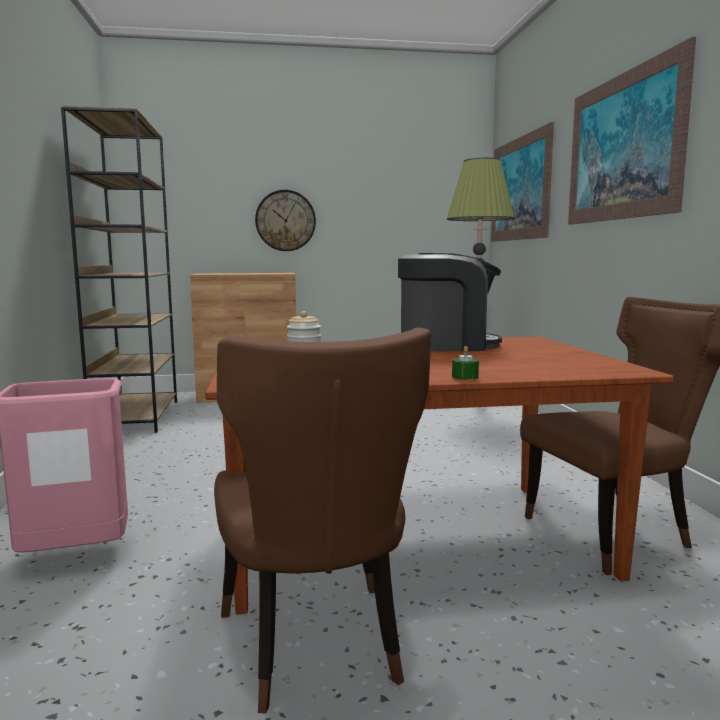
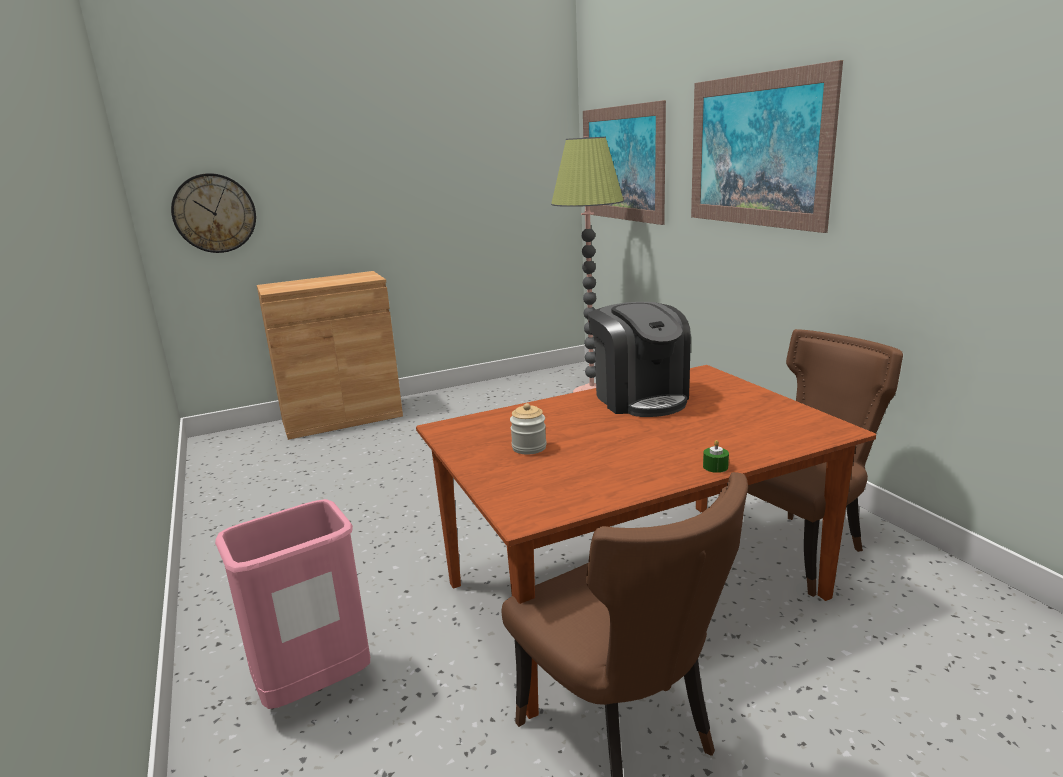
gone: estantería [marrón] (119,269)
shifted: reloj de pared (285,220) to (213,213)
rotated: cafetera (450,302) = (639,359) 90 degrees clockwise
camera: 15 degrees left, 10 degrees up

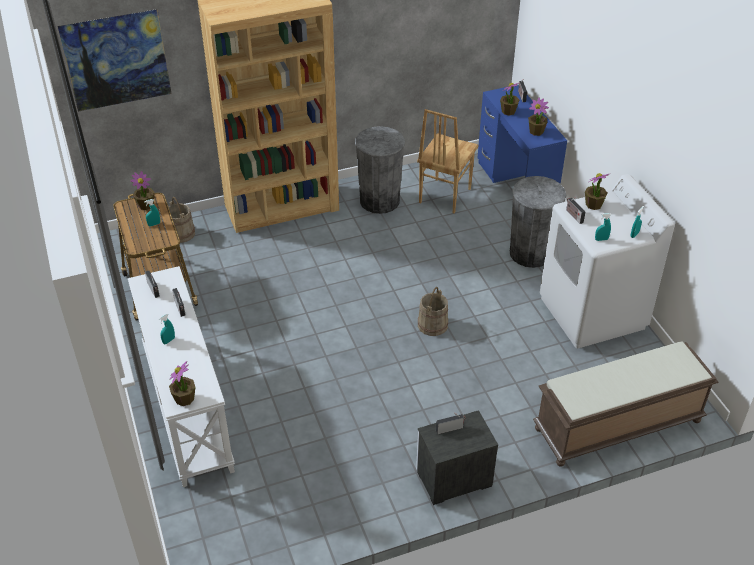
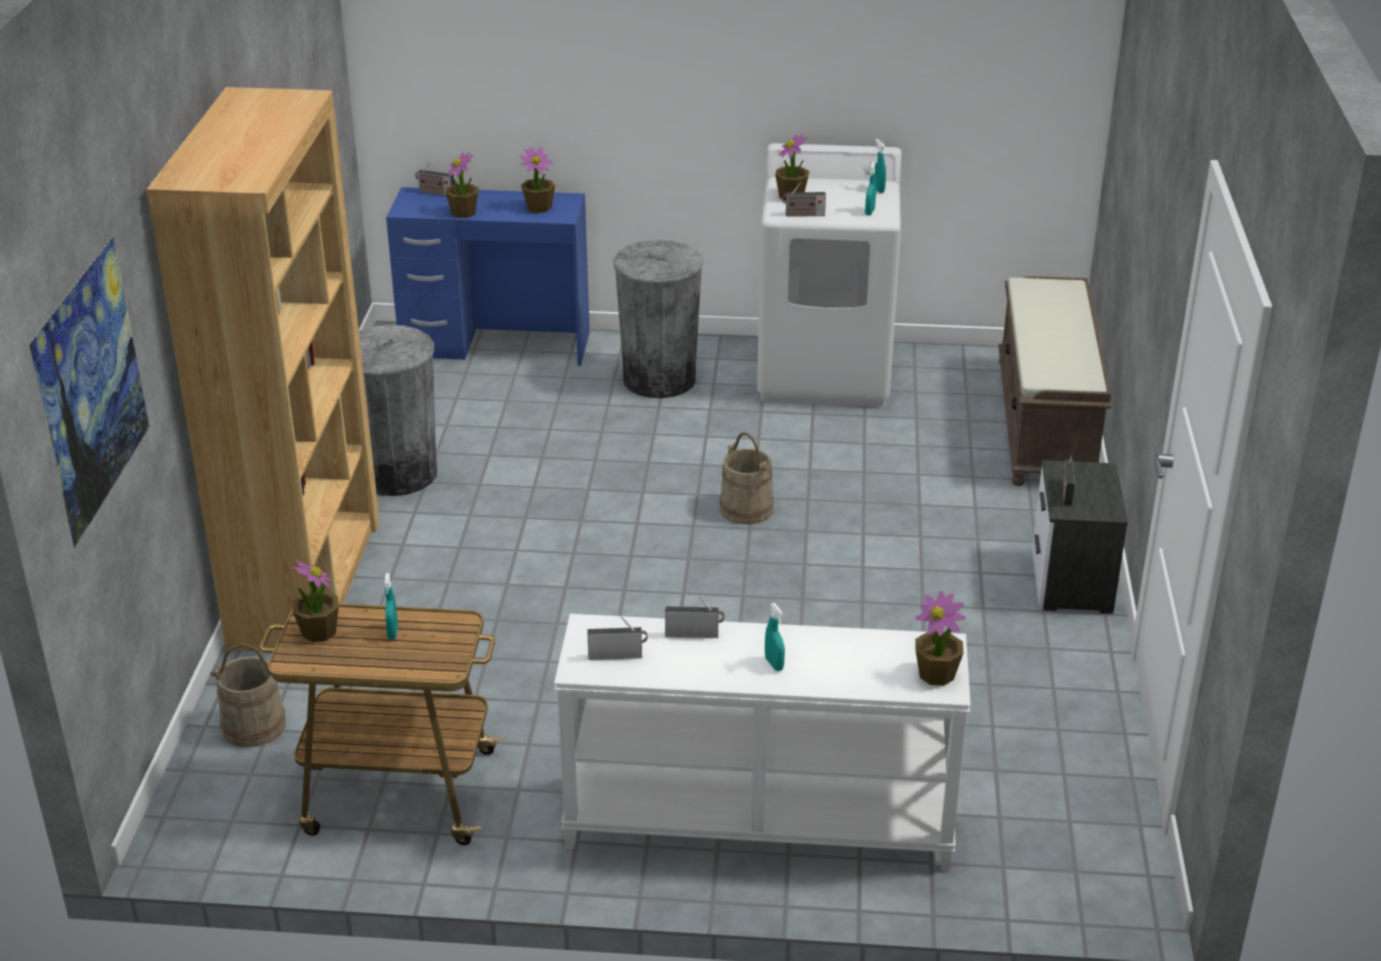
gone: silla [marrón] (447,161)
camera: 65 degrees left, 10 degrees down

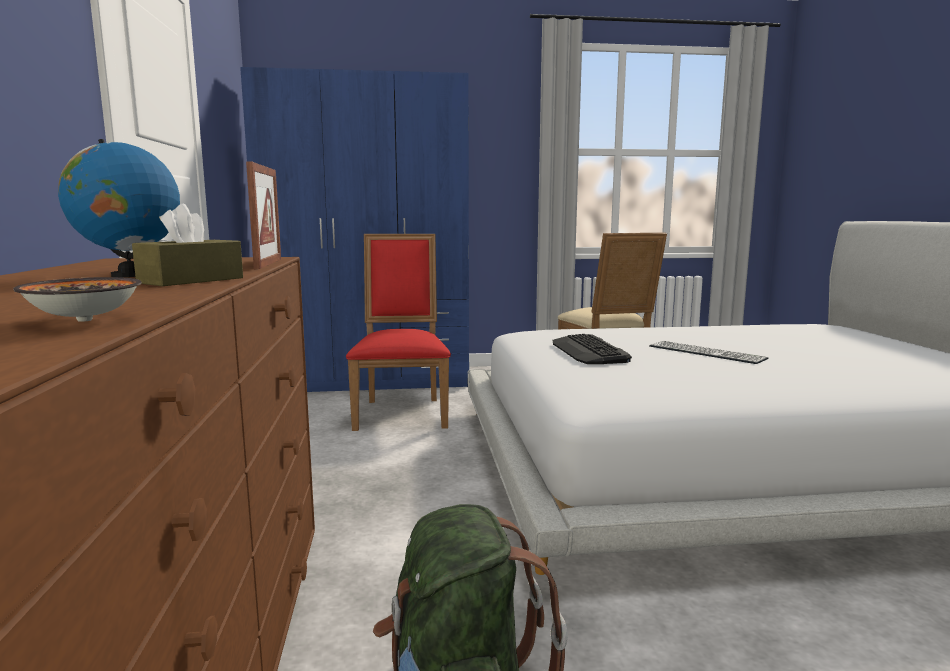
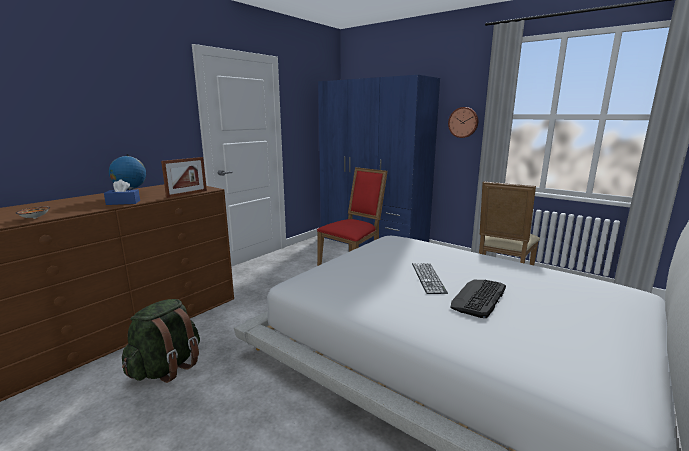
new: reloj de pared (463,122)
shifted: teclado (592,349) to (478,299)
repainted: caja de pañuelos [marrón] (187,245) to caja de pañuelos [azul] (122,192)
camera: 45 degrees right, 5 degrees up

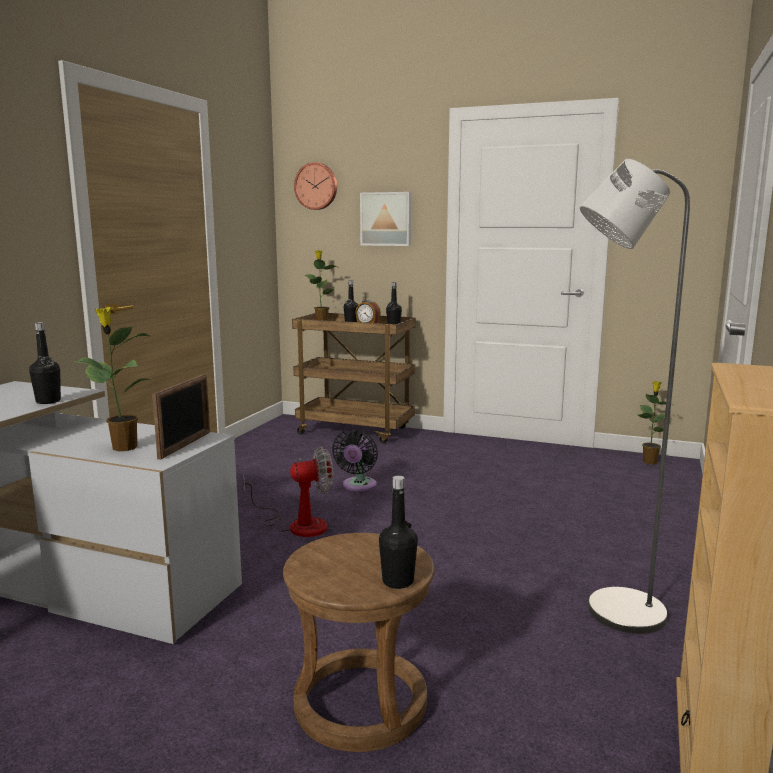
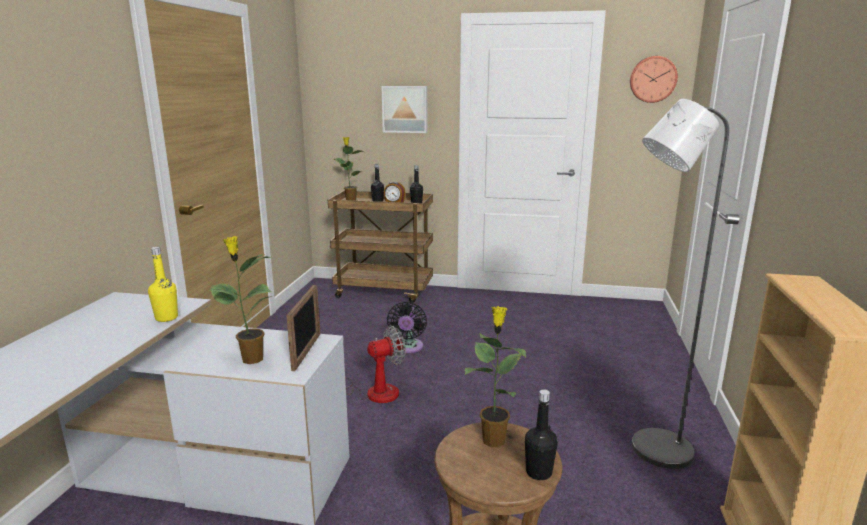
shifted: reloj de pared (315,186) to (654,79); planta en maceta (655,422) to (495,377)
repainted: botella [negro] (45,363) to botella [amarillo] (163,284)
camera: 10 degrees left, 5 degrees up

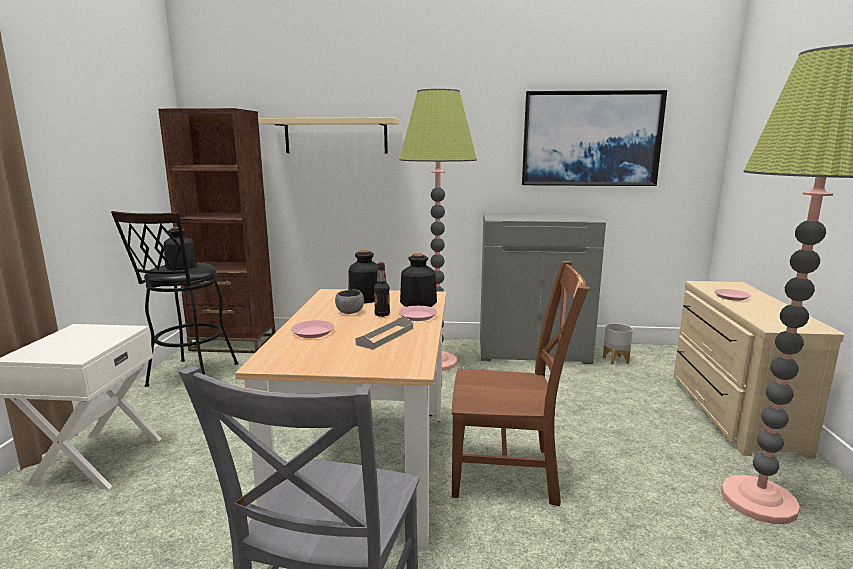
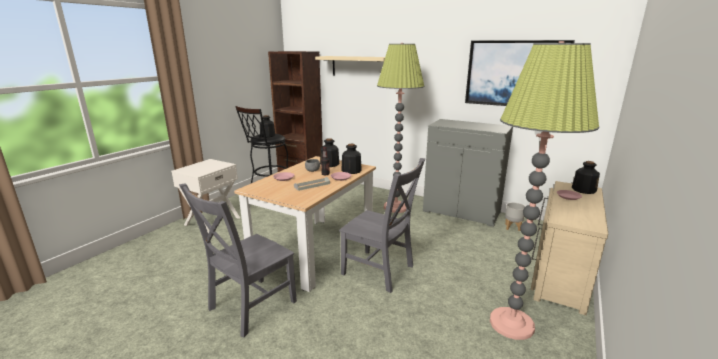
new: botella (586,177)
repainted: silla [marrón] (520,383) to silla [gris] (382,225)
camera: 25 degrees right, 5 degrees up

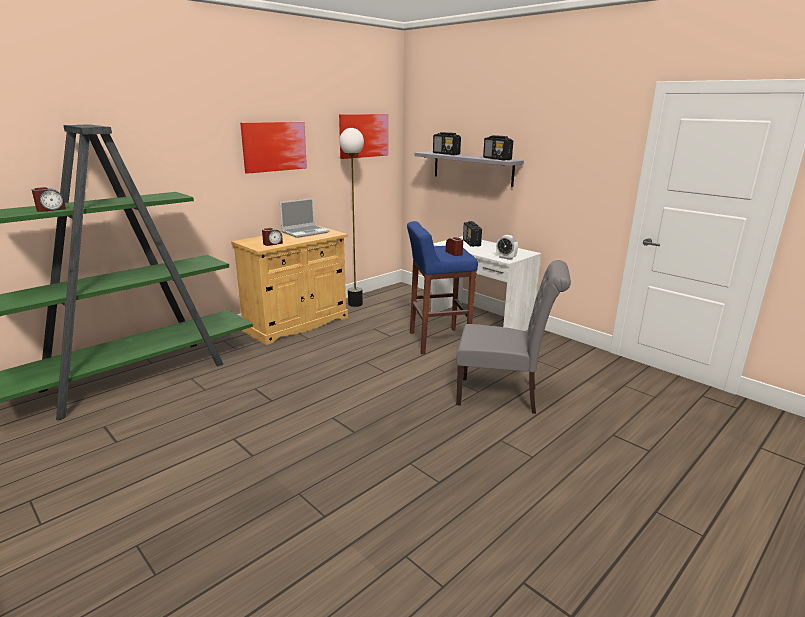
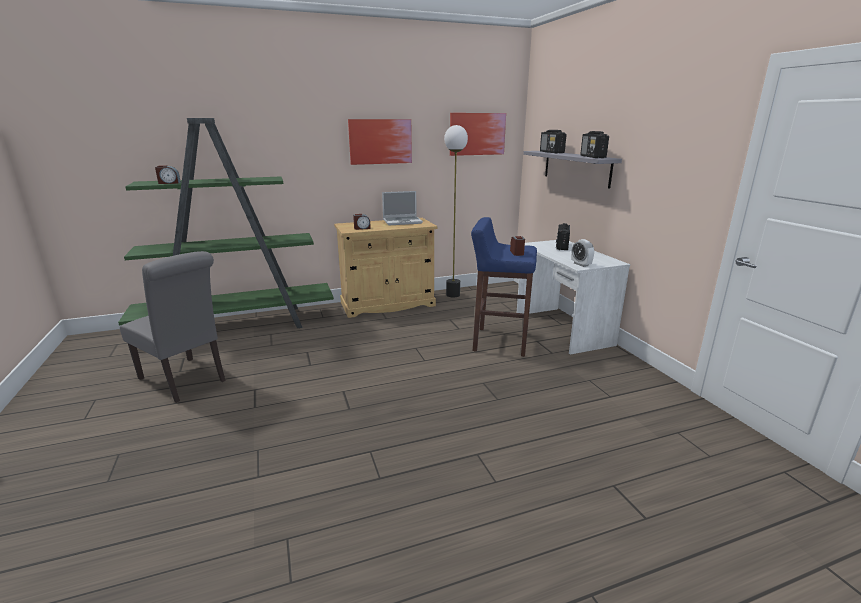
shifted: silla [gris] (513,337) to (173,327)
camera: 25 degrees right, 0 degrees up

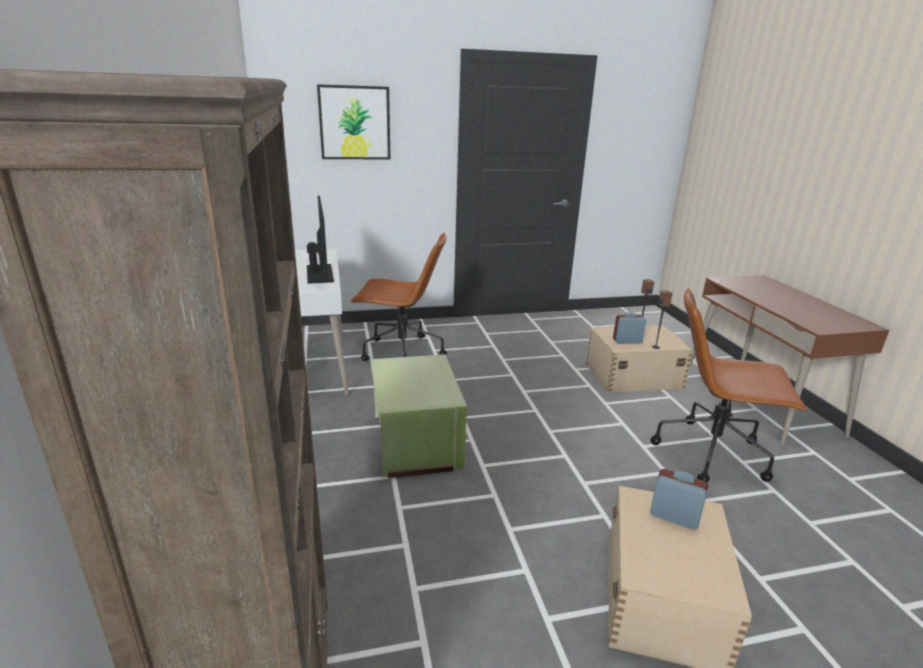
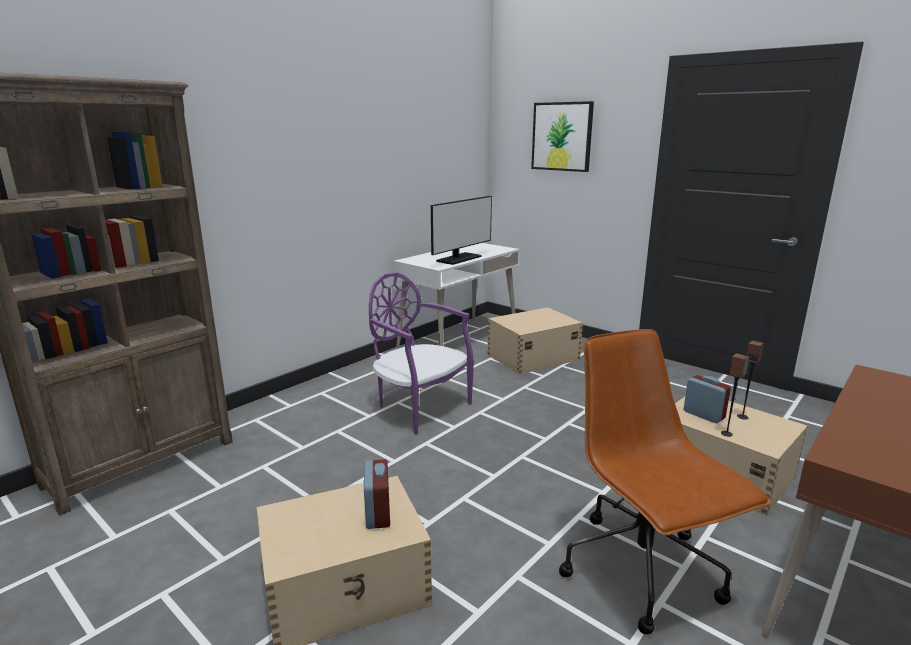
swapped: silla de oficina [marrón] (399,296) to caja de almacenaje [beis] (535,341); caja de almacenaje [verde] (419,416) to silla [morado] (421,353)
camera: 55 degrees right, 5 degrees down

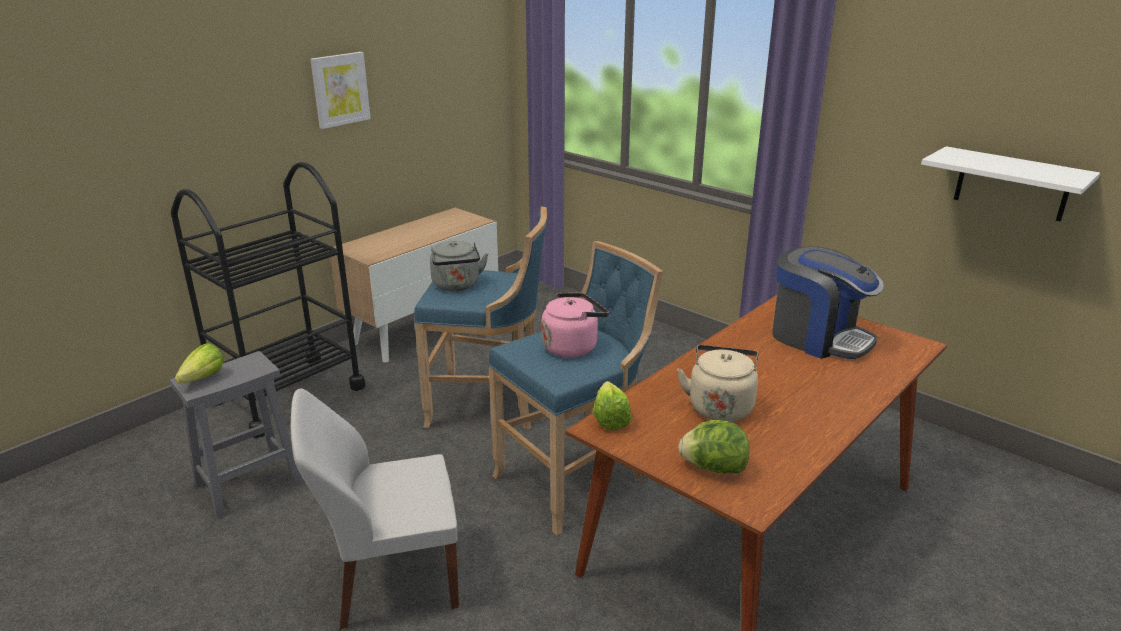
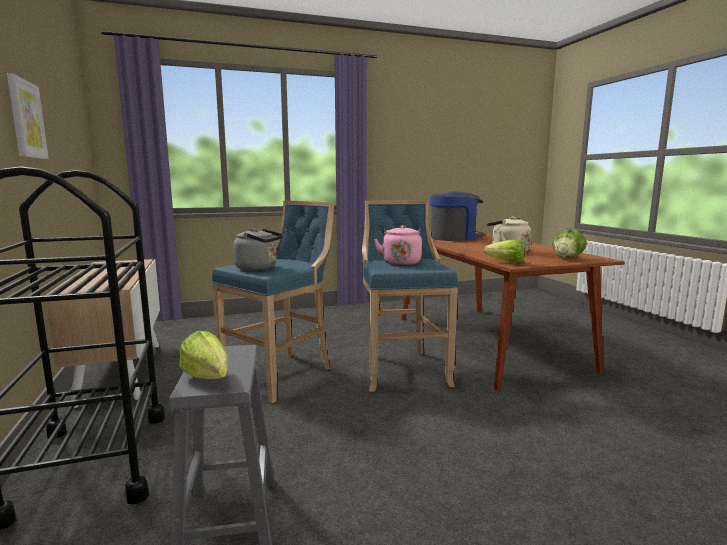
gone: silla [blanco] (375,508); estante [blanco] (1010,184)
camera: 60 degrees left, 15 degrees down

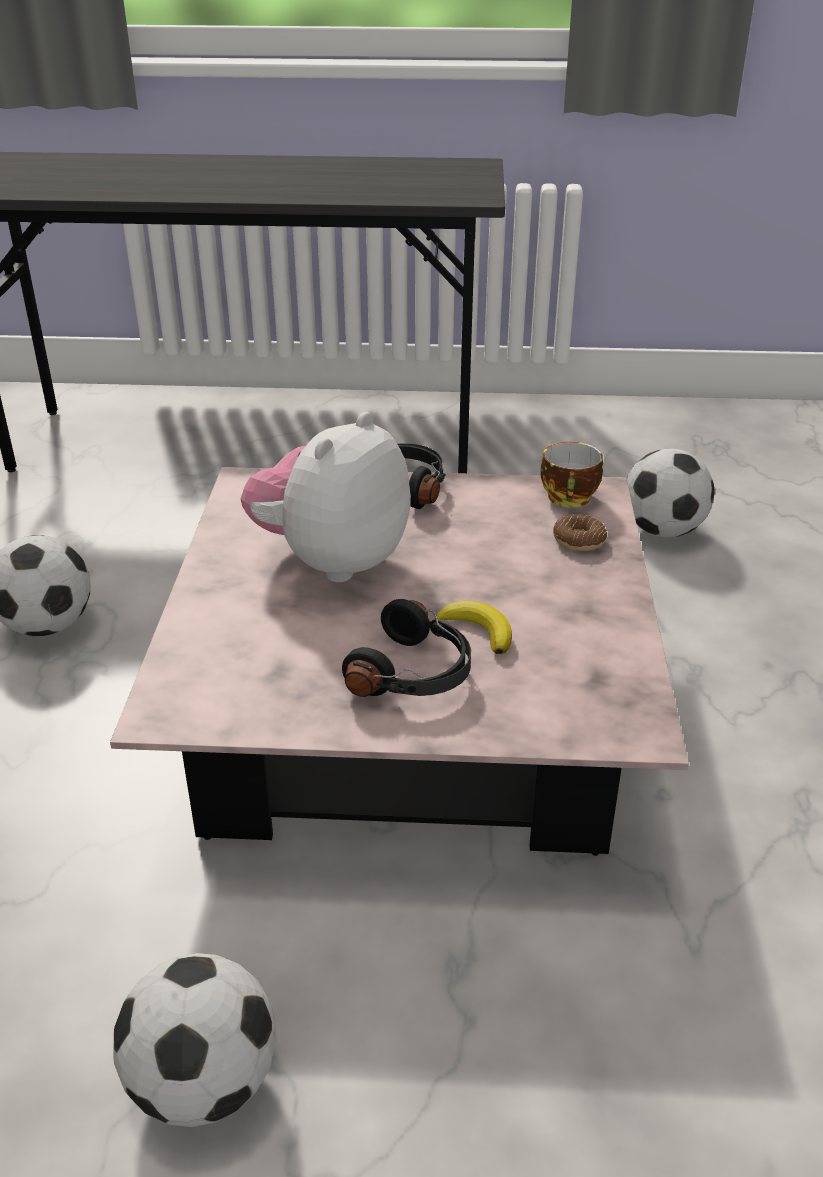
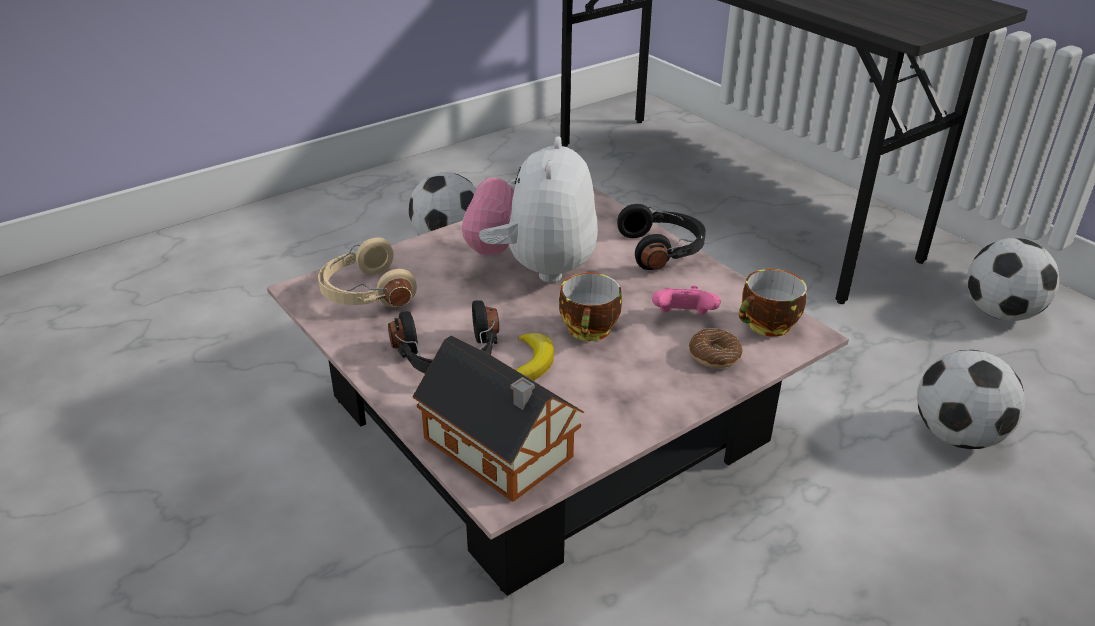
new: auriculares [beis] (367,272); casita (498,419); taza (590,307); mando de consola [rosa] (686,300)
shifted: balón de fútbol (194,1040) to (1013,279)
rotated: peluche (326,497) = (530,209) 75 degrees counterclockwise
camera: 50 degrees right, 0 degrees up

